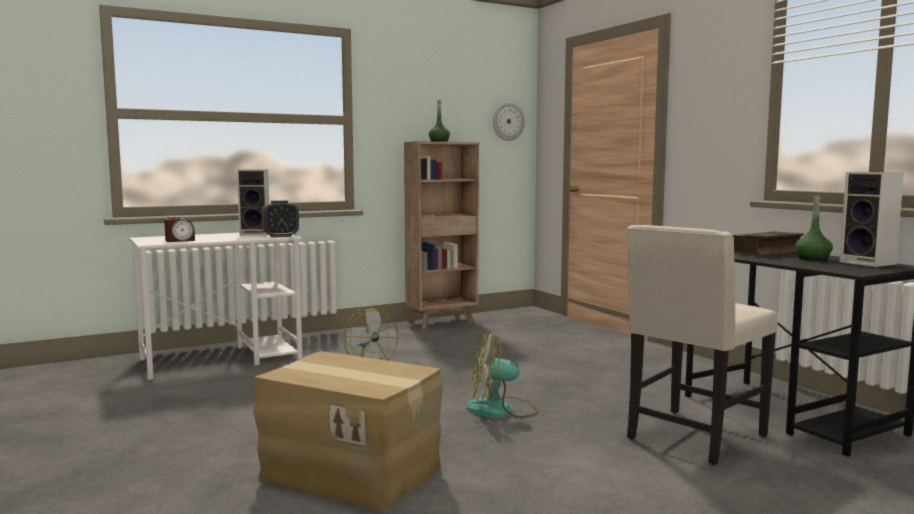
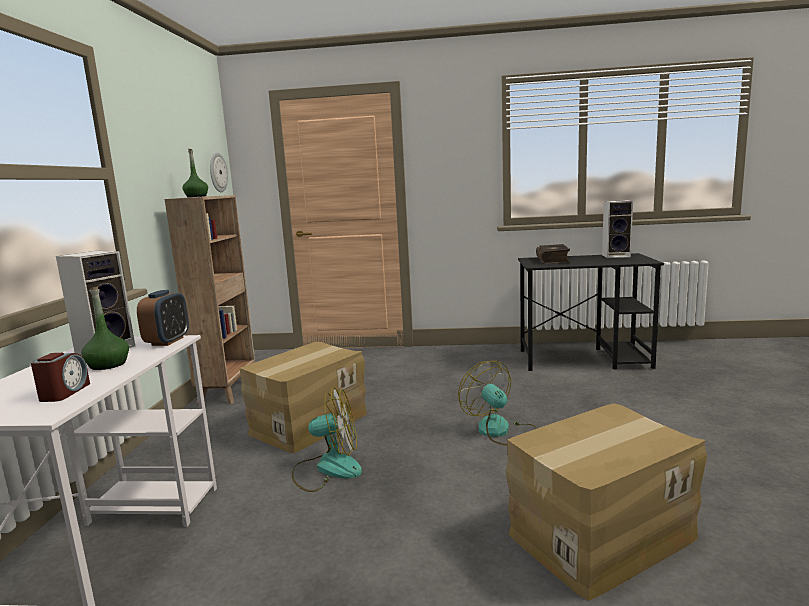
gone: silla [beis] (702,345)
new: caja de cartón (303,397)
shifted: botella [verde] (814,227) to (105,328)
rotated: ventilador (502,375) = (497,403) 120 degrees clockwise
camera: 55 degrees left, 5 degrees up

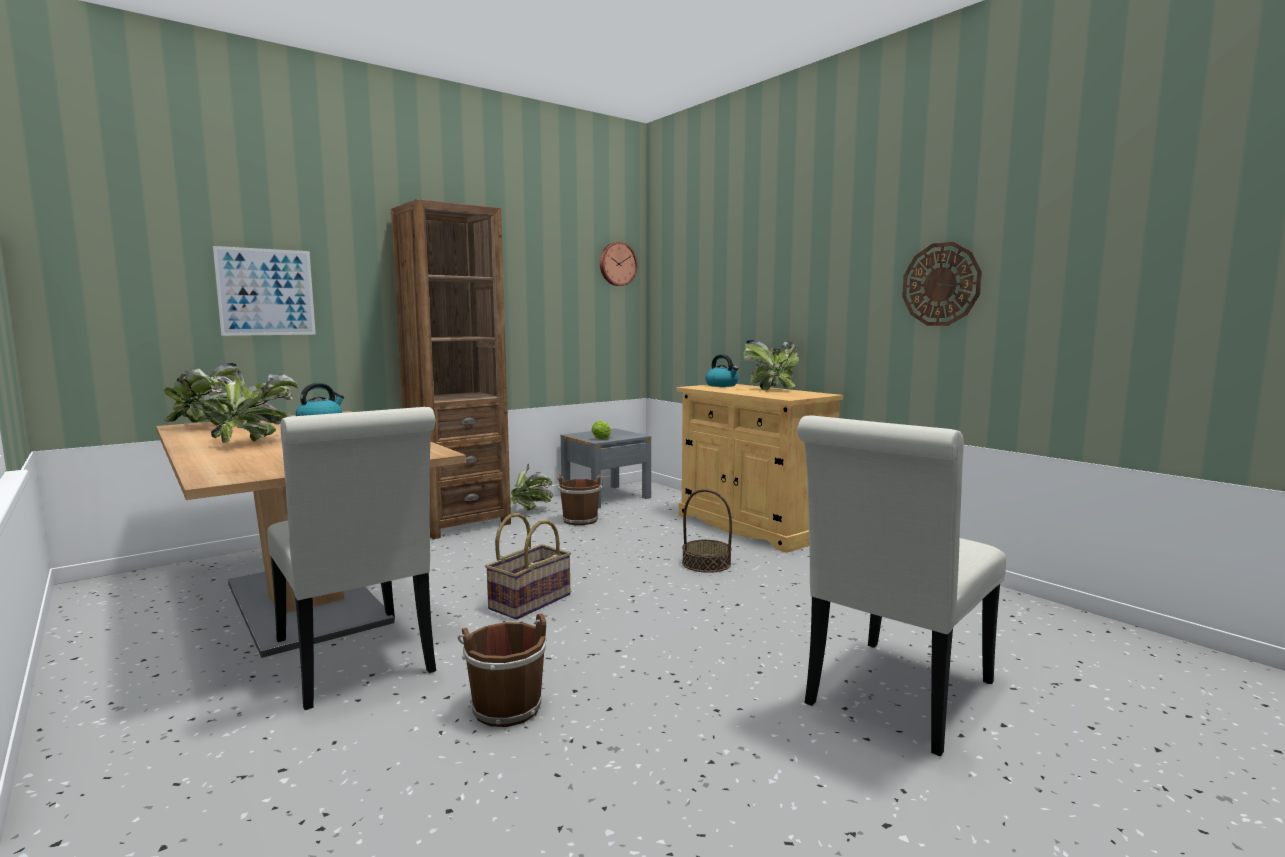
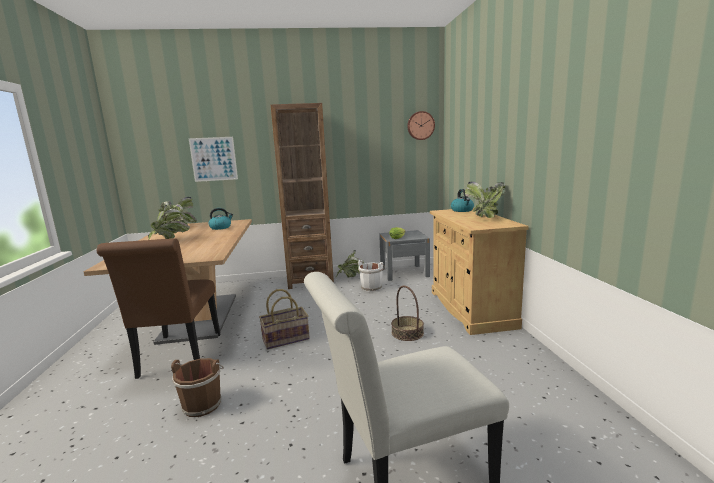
gone: reloj de pared (942,284)
repainted: silla [blanco] (351,558) to silla [marrón] (158,308); cubo [marrón] (580,499) to cubo [blanco] (371,276)
camera: 30 degrees right, 5 degrees up

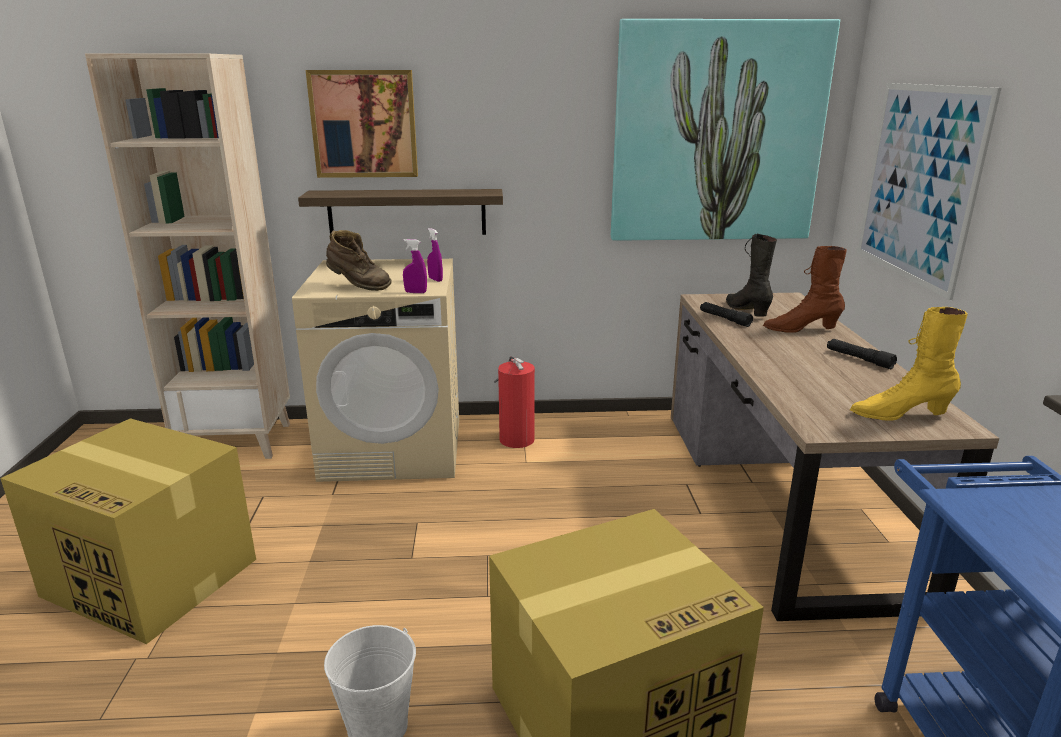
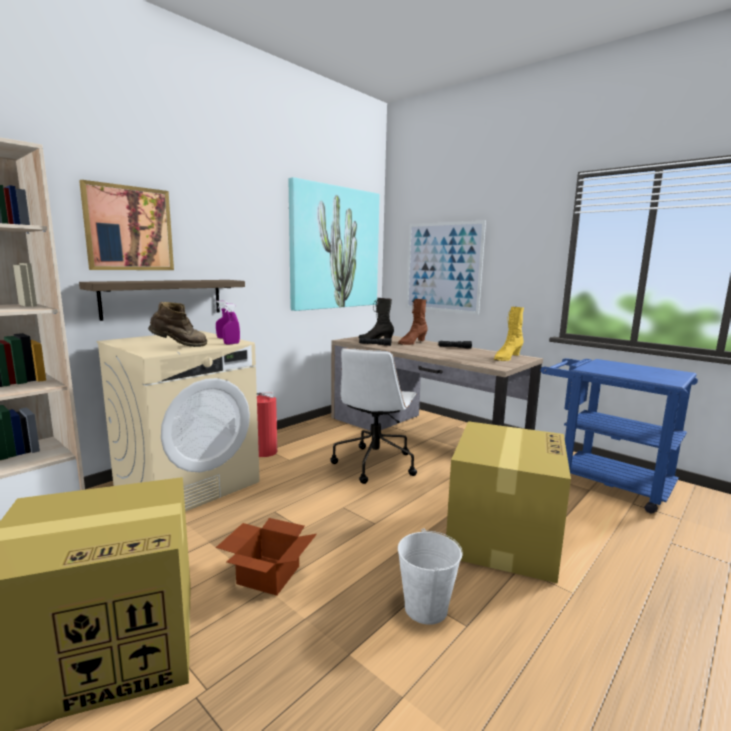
new: caja de cartón (266,557); silla de oficina [blanco] (373,416)
camera: 45 degrees left, 10 degrees down

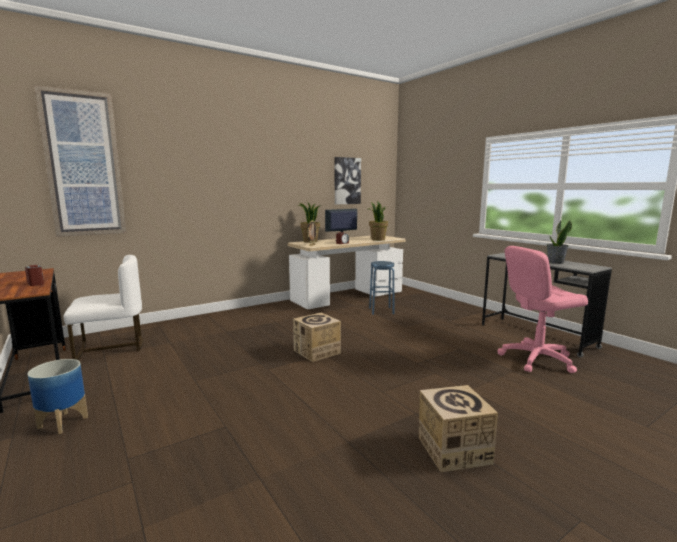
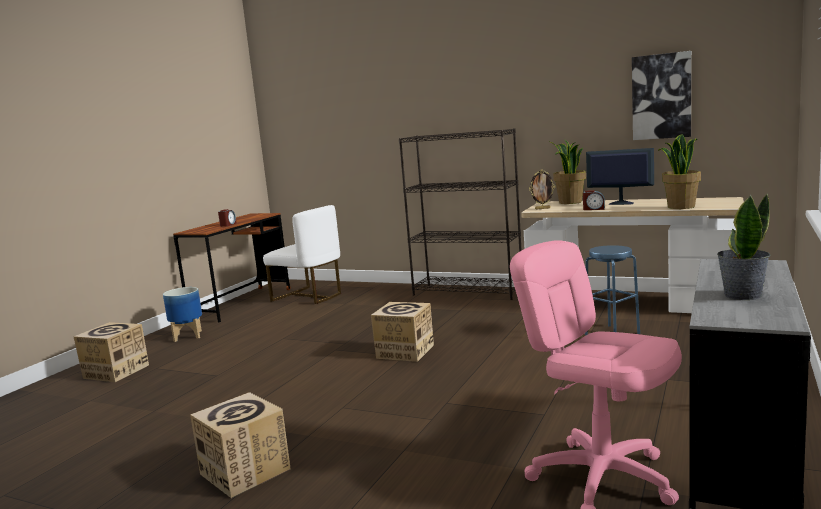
gone: cuadro (80,161)
new: caja de cartón (111,352); estantería [negro] (460,214)
camera: 60 degrees right, 0 degrees up

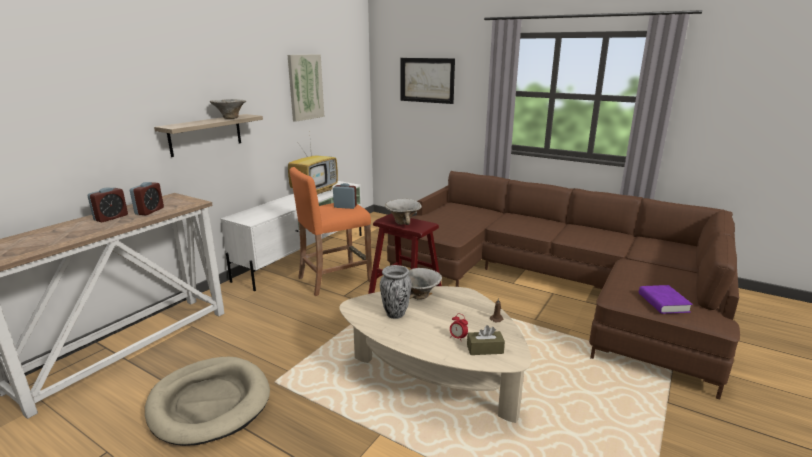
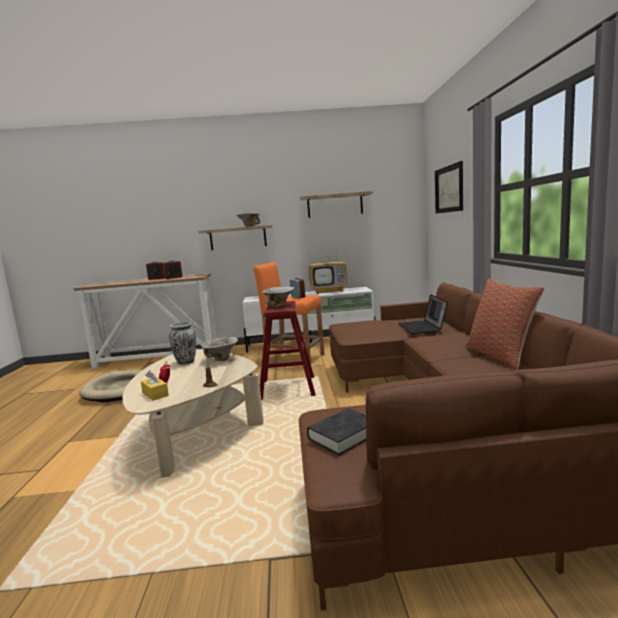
new: portátil (423,314); cojín (504,324)
swapped: cuadro (306,88) to estante (336,204)
repainted: caja de pañuelos [marrón] (486,340) to caja de pañuelos [amarillo] (155,385); libro [morado] (666,299) to libro [negro] (336,431)
camera: 55 degrees right, 10 degrees down

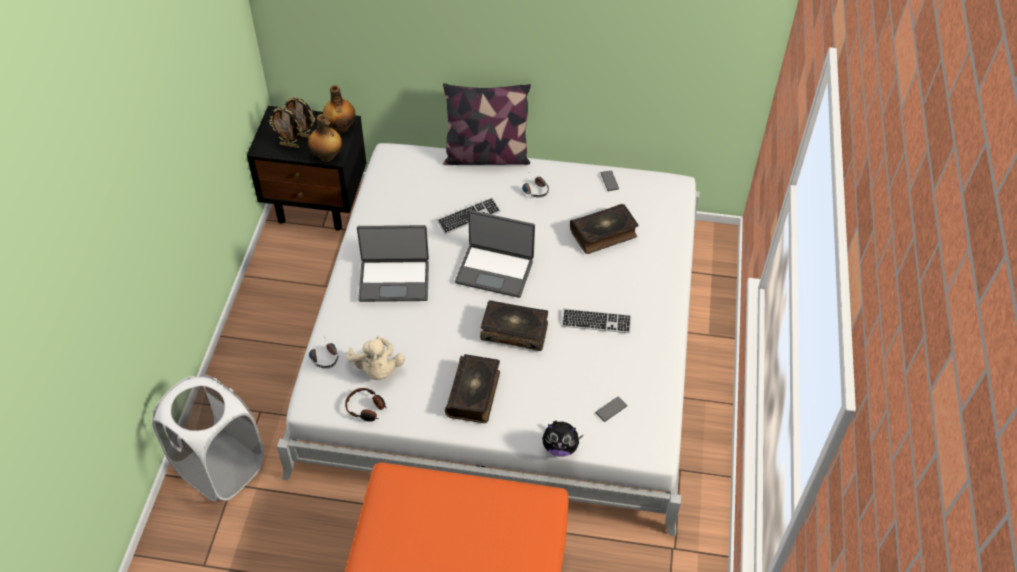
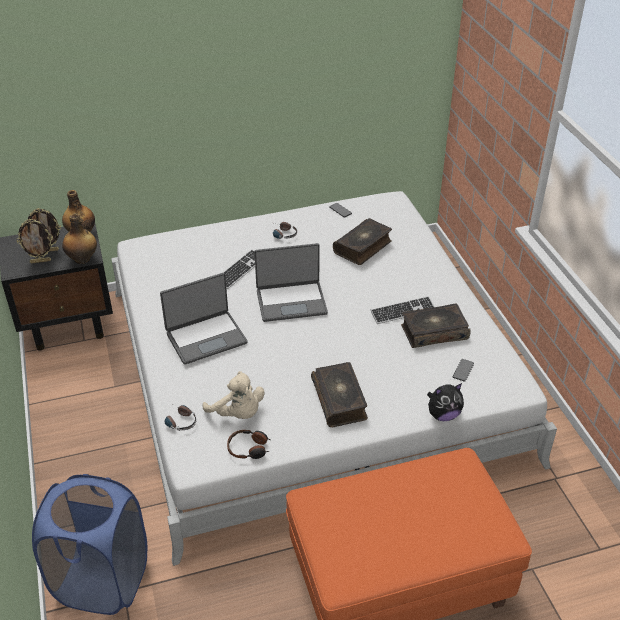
gone: cojín (487,124)
shifted: libro (514,325) to (435,326)
repainted: cesto de la ropa [blanco] (208,438) to cesto de la ropa [azul] (89,544)
camera: 25 degrees left, 10 degrees down

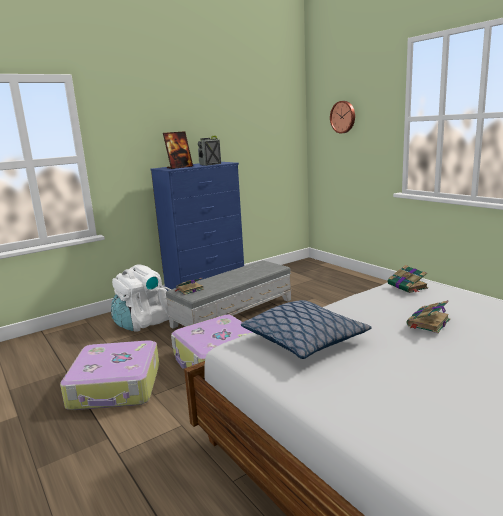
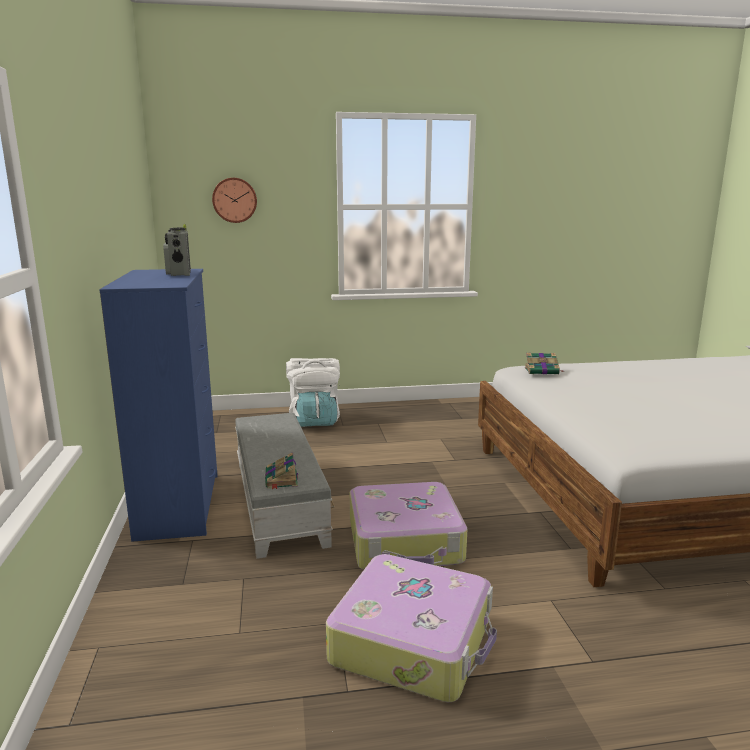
gone: portarretratos (178,150); cojín (306,329); libro (428,316)
shifted: mochila [blanco] (141,298) to (313,392)
camera: 65 degrees left, 0 degrees up

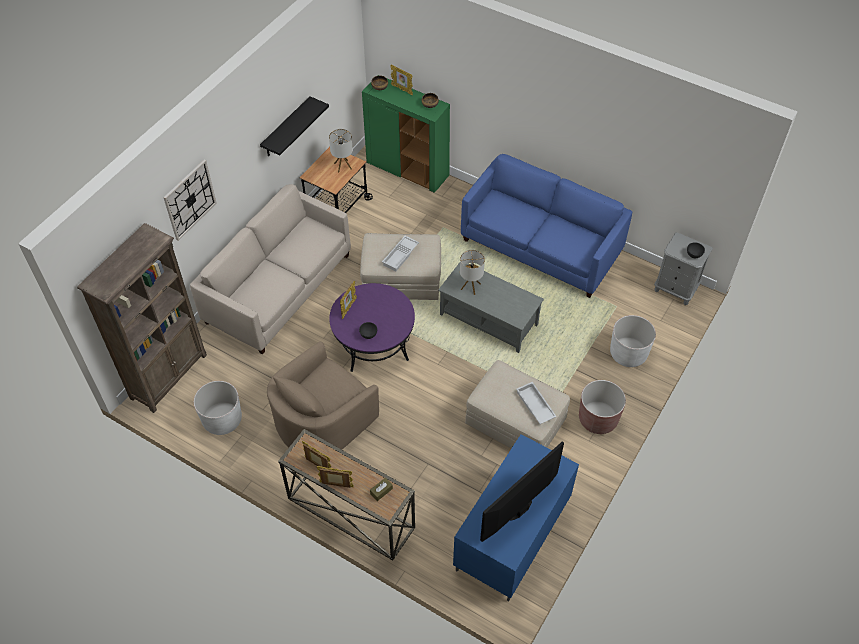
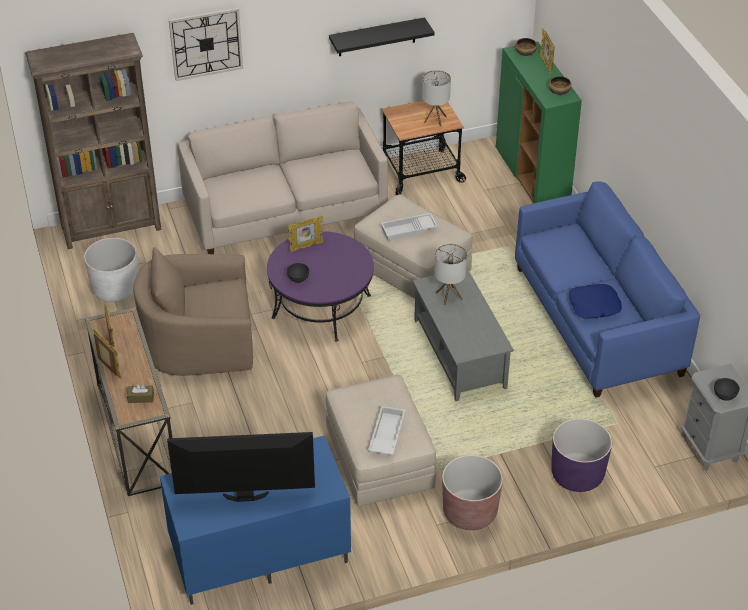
new: cojín [azul] (595,301)
repainted: maceta [blanco] (633,341) to maceta [morado] (581,455)
camera: 40 degrees right, 10 degrees down

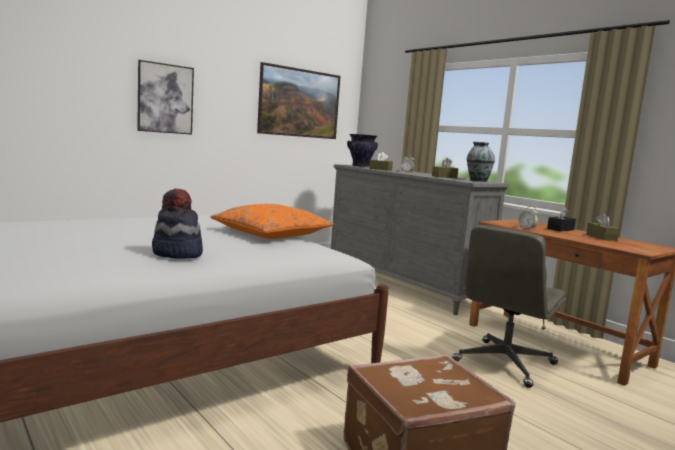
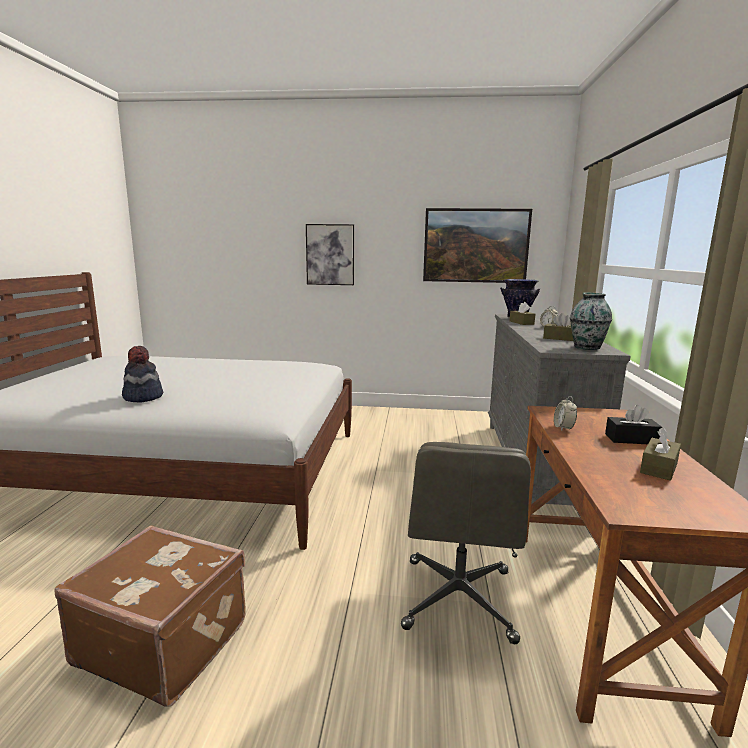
gone: cojín [naranja] (272,221)
rotated: silla de oficina [gris] (509,306) = (466,543) 75 degrees counterclockwise
camera: 45 degrees right, 5 degrees up

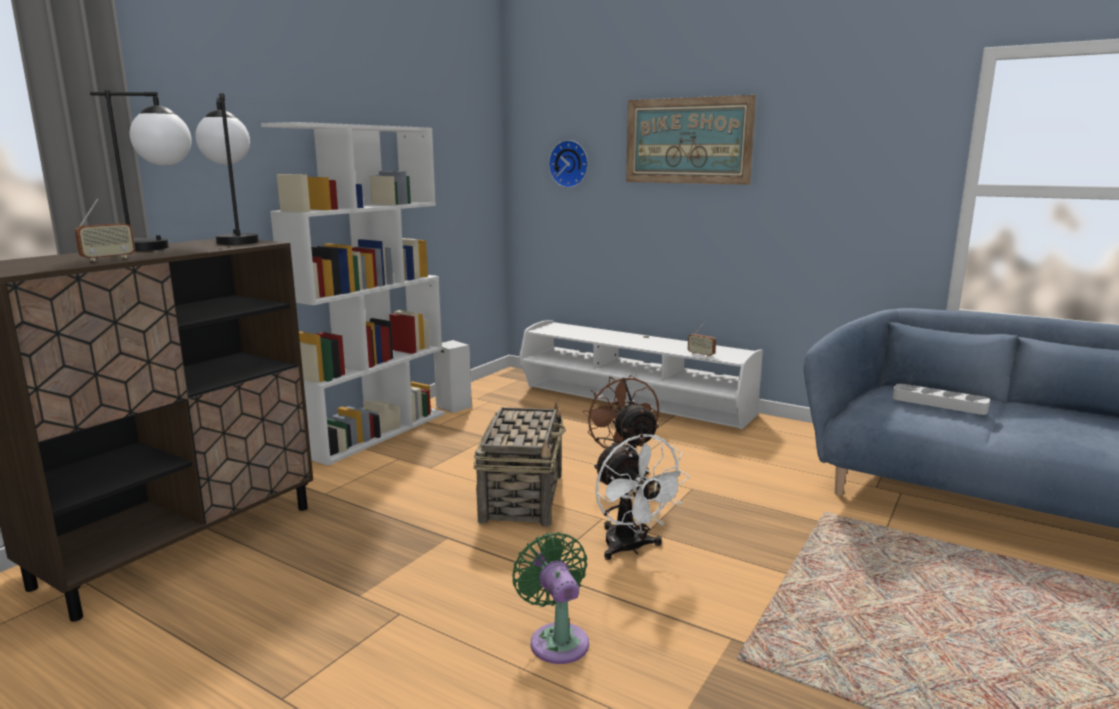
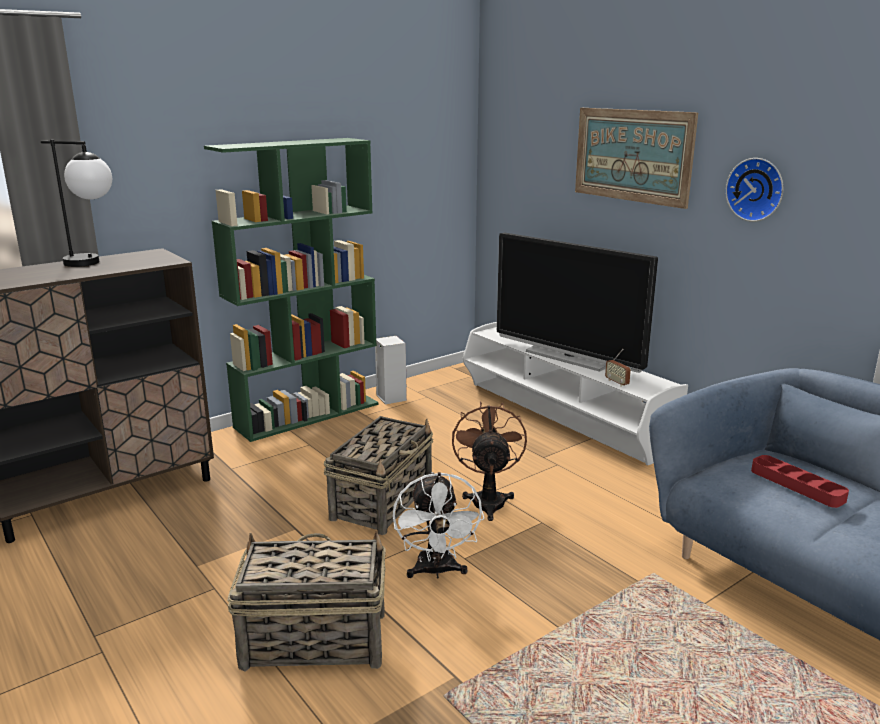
gone: radio (105,229); lámpara de mesa (227,169)
new: televisor (577,303)
shifted: reloj de pared (568,164) to (754,190)
swapped: ventilador [verde] (550,598) to cesta (306,601)
repainted: estantería [blanco] (353,293) to estantería [verde] (291,290); bandeja [gris] (941,399) to bandeja [rojo] (800,481)
camera: 20 degrees right, 5 degrees up

